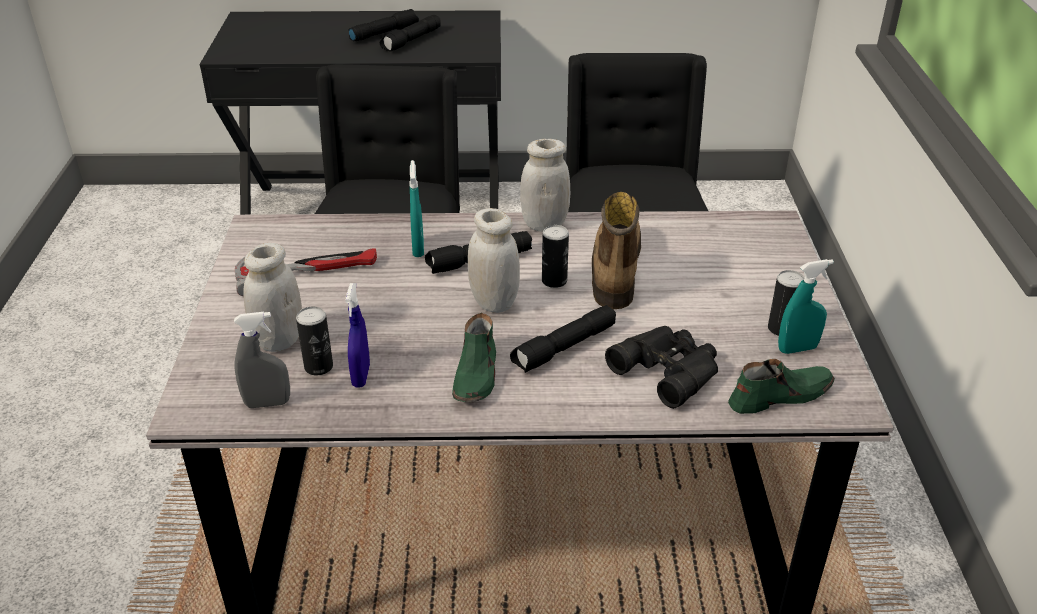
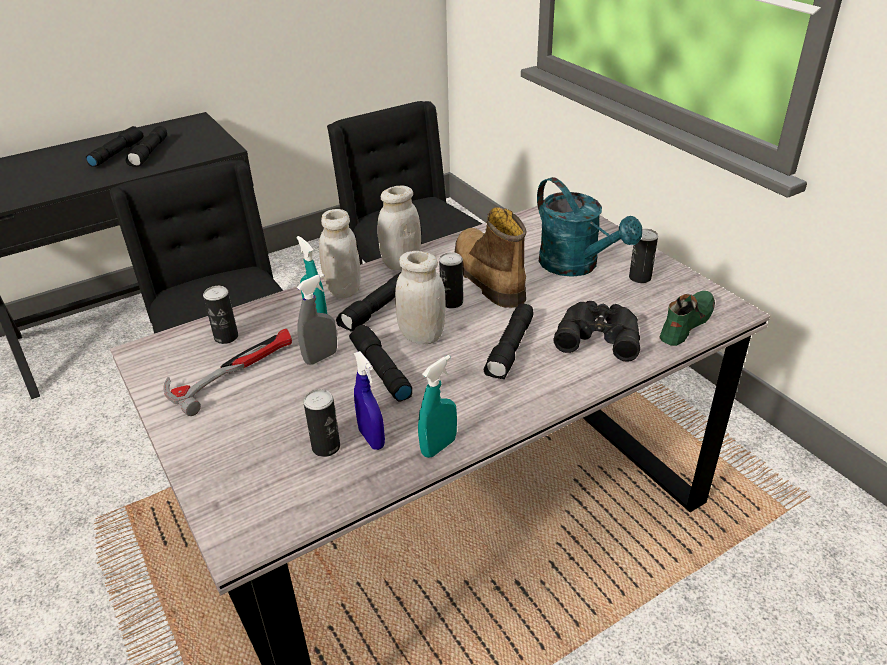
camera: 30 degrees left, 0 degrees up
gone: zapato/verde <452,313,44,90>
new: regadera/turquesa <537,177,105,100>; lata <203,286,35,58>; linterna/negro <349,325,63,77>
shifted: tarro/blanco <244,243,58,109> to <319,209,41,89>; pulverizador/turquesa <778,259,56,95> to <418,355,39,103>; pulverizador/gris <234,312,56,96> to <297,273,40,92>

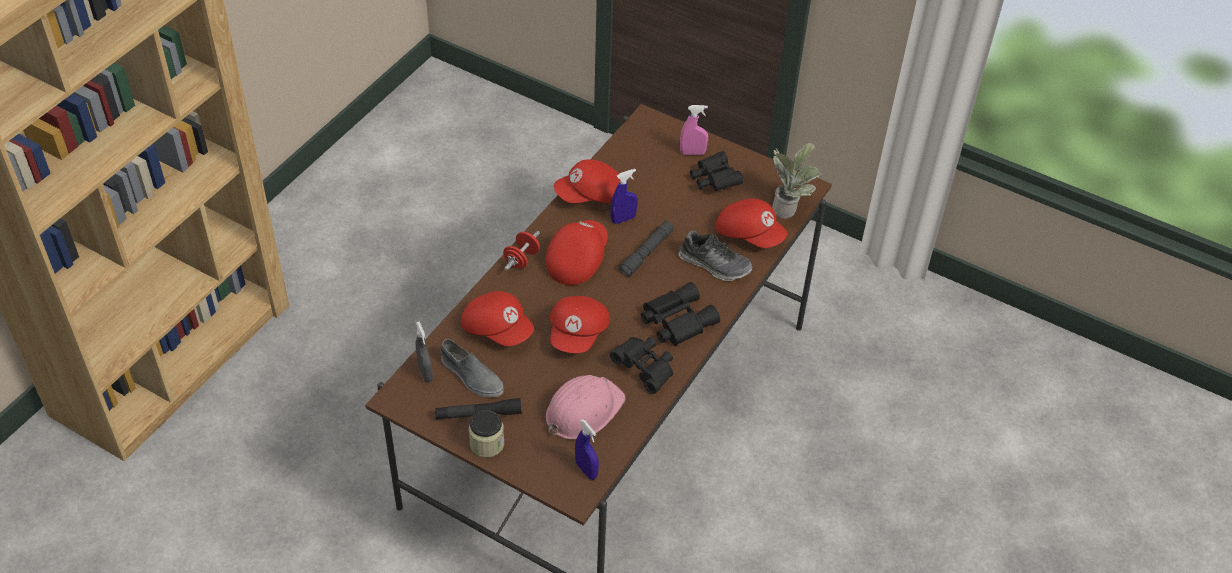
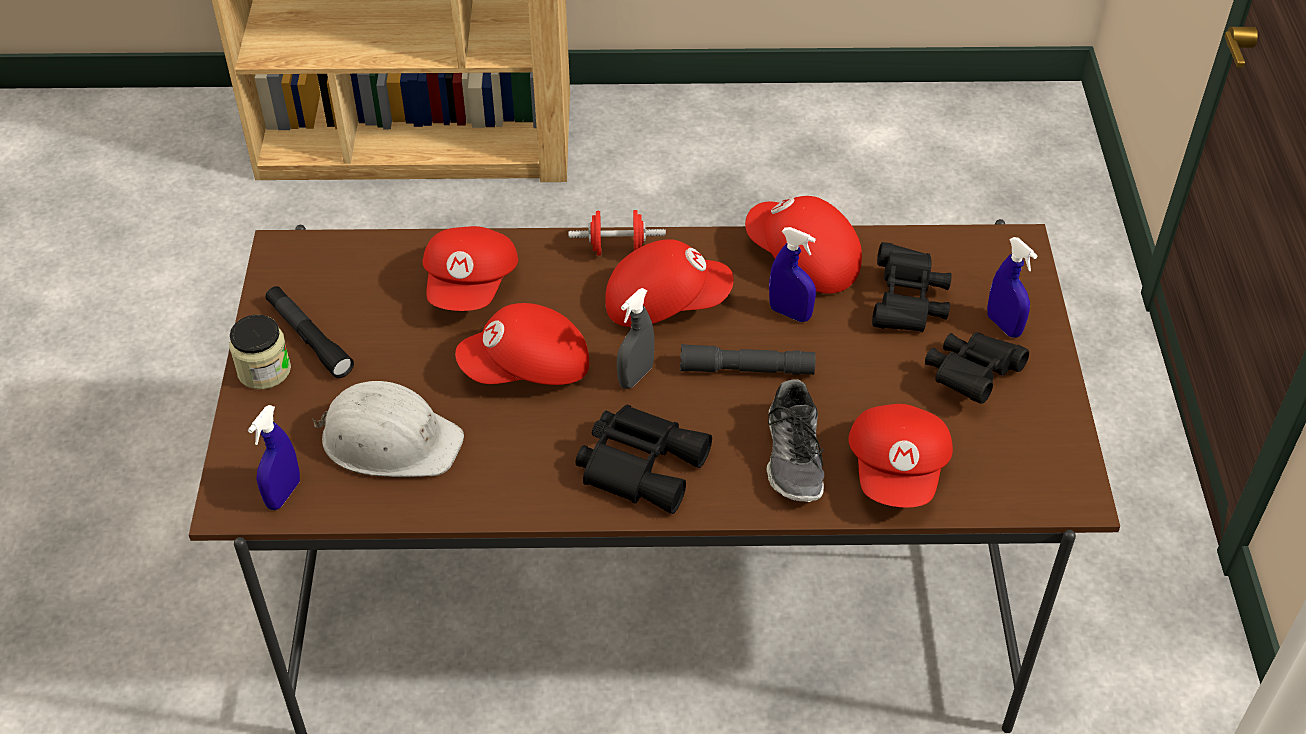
camera: 60 degrees right, 0 degrees up
gone: planta en maceta <772,143,50,76>; zapato/gris <440,339,64,59>
shifted: pulverizador/gris <416,321,17,62> to <617,288,37,101>; prismáticos/negro <610,337,63,57> to <872,242,80,90>
repainted: pulverizador/rosa <680,105,28,50> to pulverizador/azul <987,237,50,101>; casco/rosa <546,375,80,65> to casco/blanco <311,381,153,96>

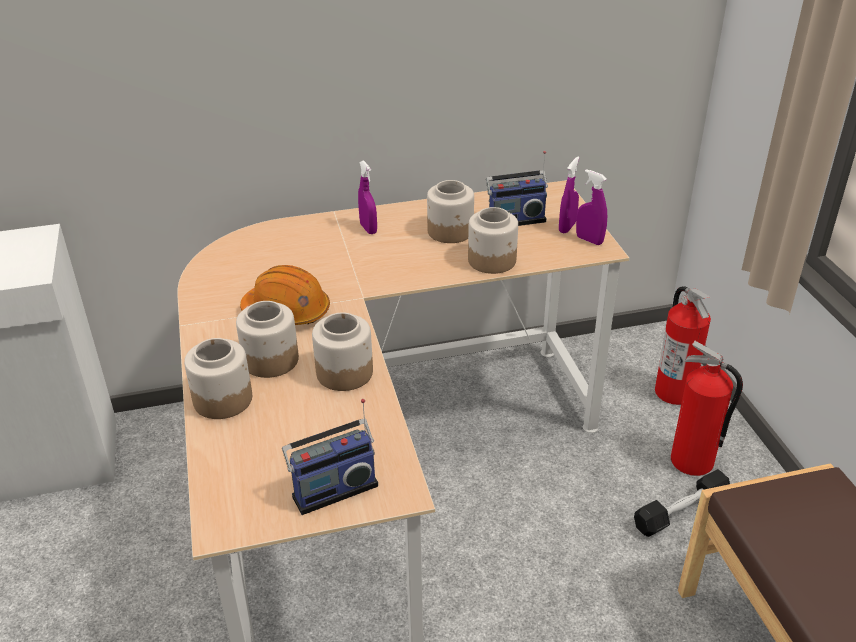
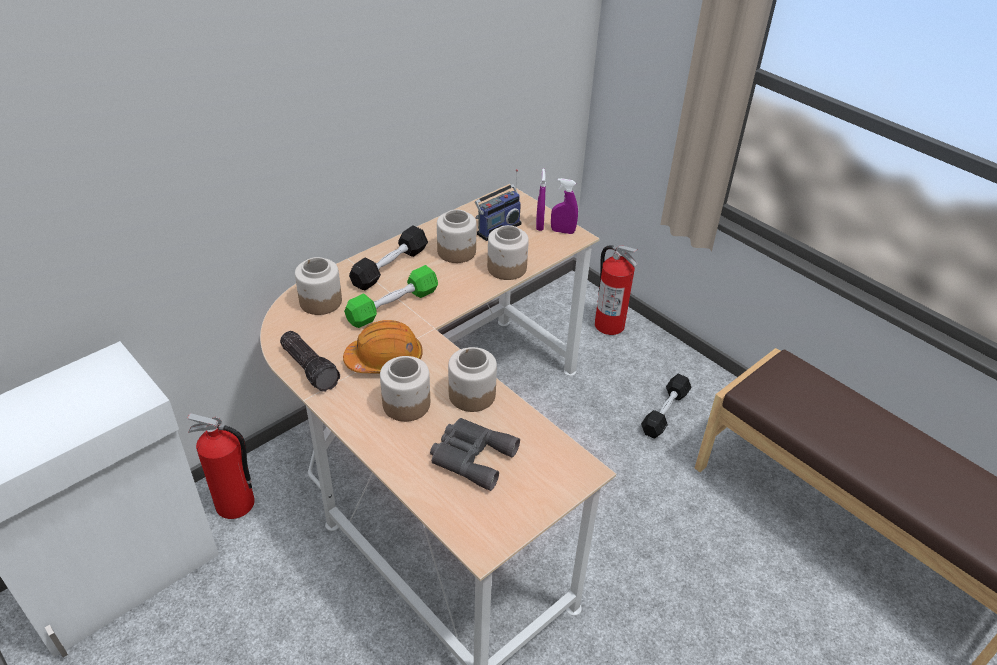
camera: 30 degrees left, 5 degrees up
gone: radio <282,399,96,116>
new: mancuerna/verde <344,265,94,63>; linterna <280,331,60,61>; prismáticos/gris <430,418,90,73>
shifted: tarro <184,338,68,81> to <295,257,47,58>; extintor <671,341,72,135> to <187,413,68,106>
swapped: pulverizador/morado <358,161,19,73> to mancuerna/negro <349,225,79,65>

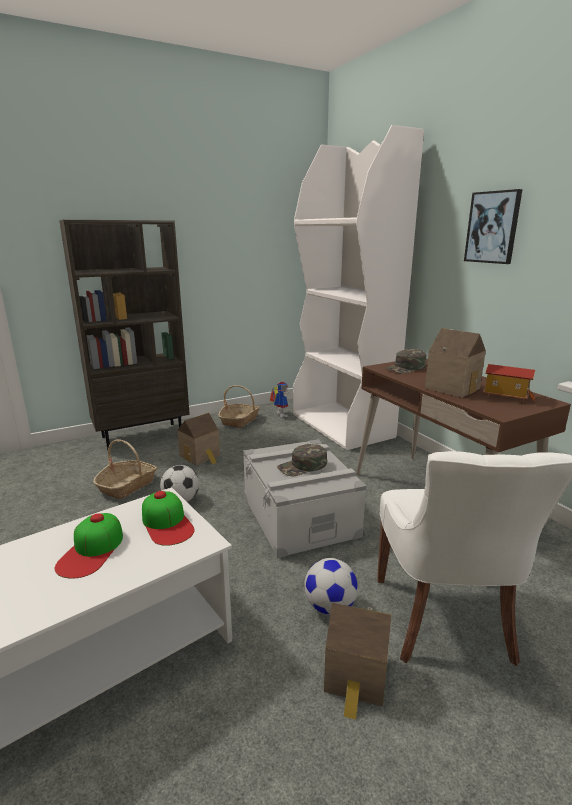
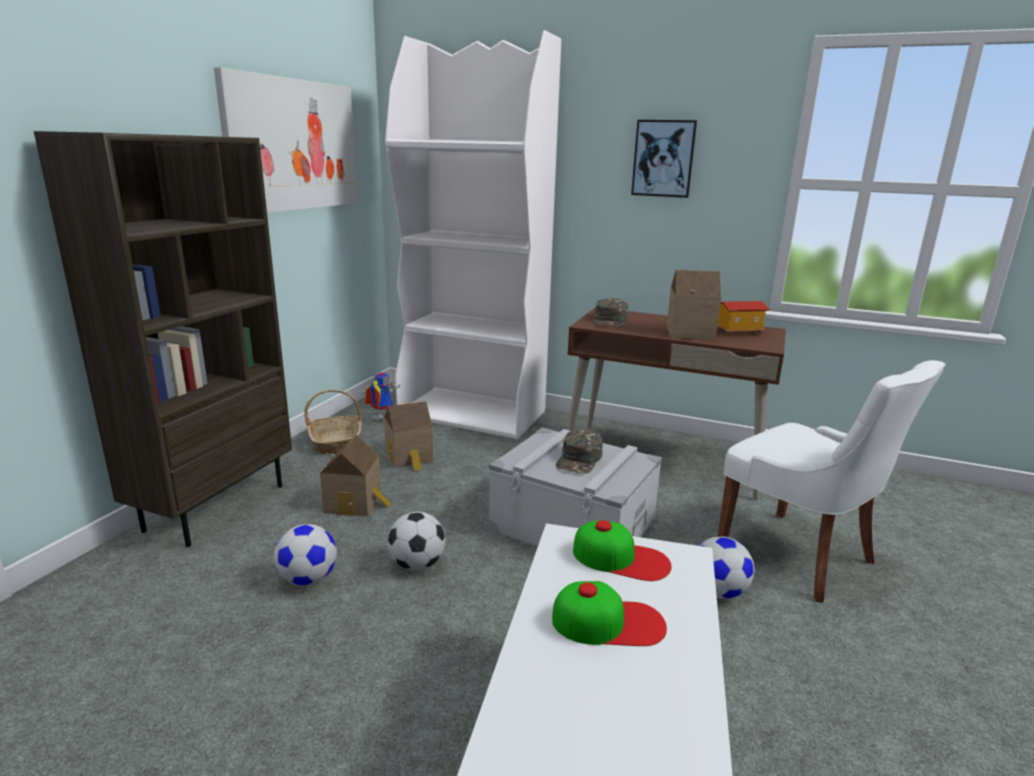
camera: 40 degrees left, 0 degrees up
new: cuadro <214,67,143,146>
shifted: casita <324,603,67,117> to <384,401,49,70>
swapped: cesta <93,439,64,61> to balón de fútbol <274,524,63,62>
rotated: gorra <55,513,68,66> = <552,581,115,65> 60 degrees counterclockwise

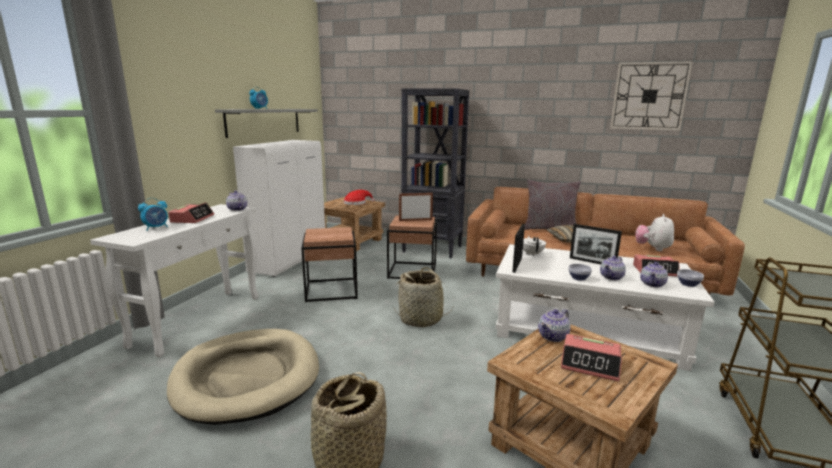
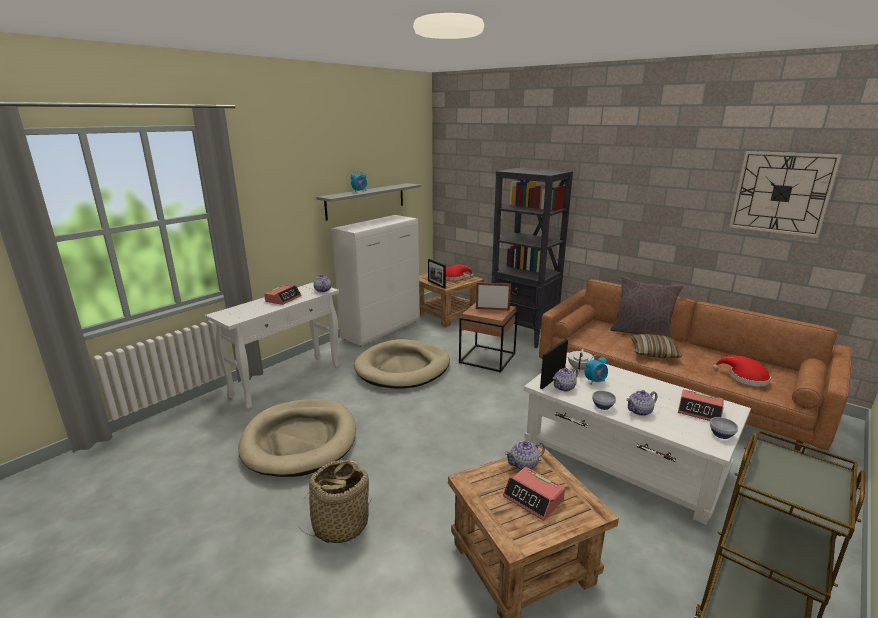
camera: 20 degrees right, 5 degrees up
gone: cesta <394,267,59,60>
shifted: despertador <138,198,30,33> to <585,355,23,30>; portarretratos <570,224,52,40> to <428,259,18,29>; tetera <640,262,28,26> to <552,368,26,24>
swapped: peluche <635,214,39,37> to sombrero/rojo <713,355,58,31>; mesa auxiliar/marrón <301,227,57,75> to cama para perro/beis <354,339,96,49>

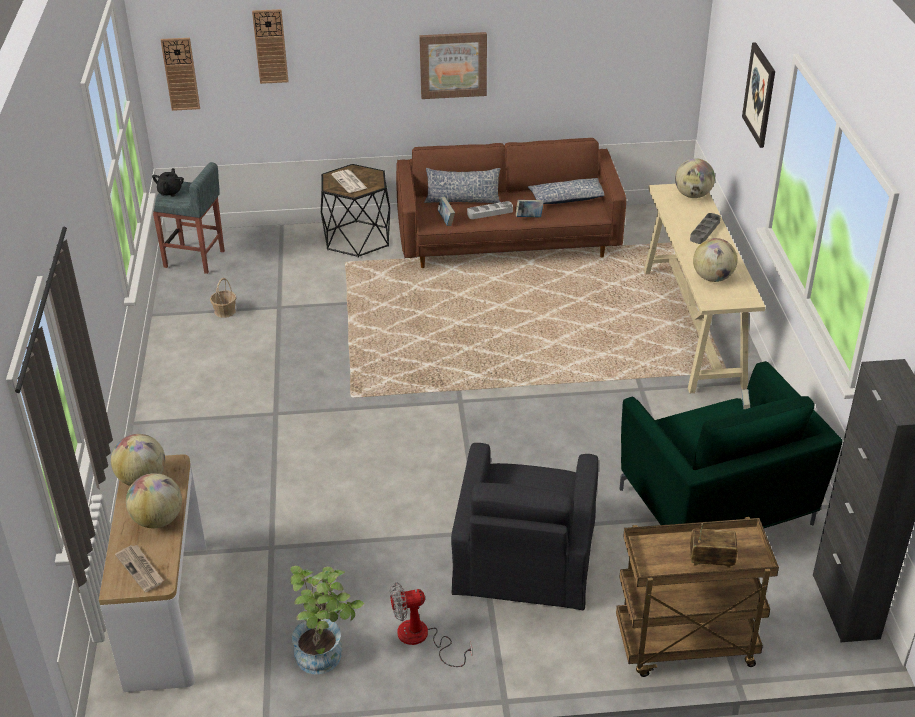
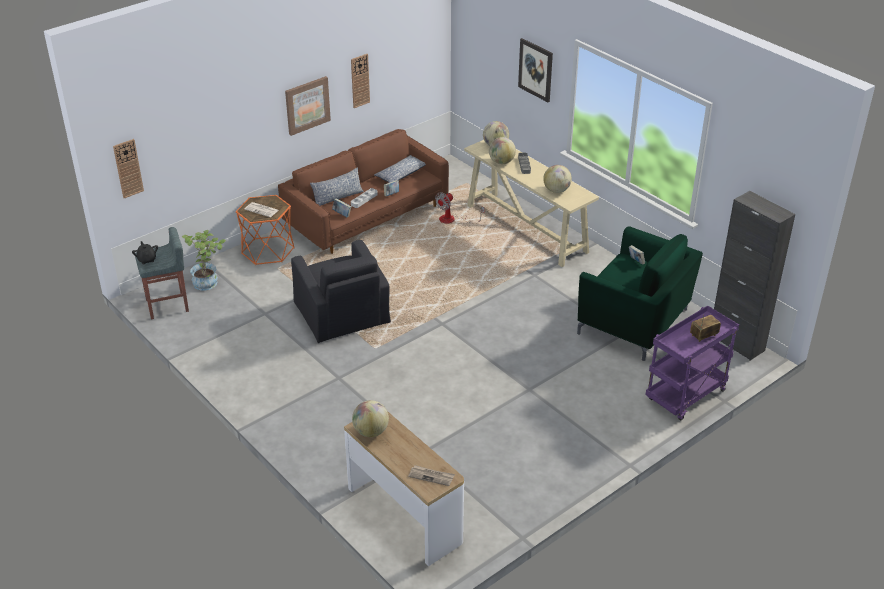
camera: 35 degrees left, 0 degrees up
gone: cesta <210,278,26,40>
shifted: reloj de pared <252,9,37,75> to <351,54,19,54>; sillón/negro <451,443,148,167> to <291,240,100,103>; globo terráqueo <126,473,56,55> to <489,137,27,27>; planta en maceta <290,566,74,109> to <182,230,44,61>; ventilador <390,582,82,85> to <435,192,50,32>
repainted: mesa auxiliar/negro <321,164,69,94> to mesa auxiliar/naranja <236,195,58,70>; carrito/marrón <616,517,163,160> to carrito/morado <646,306,93,115>

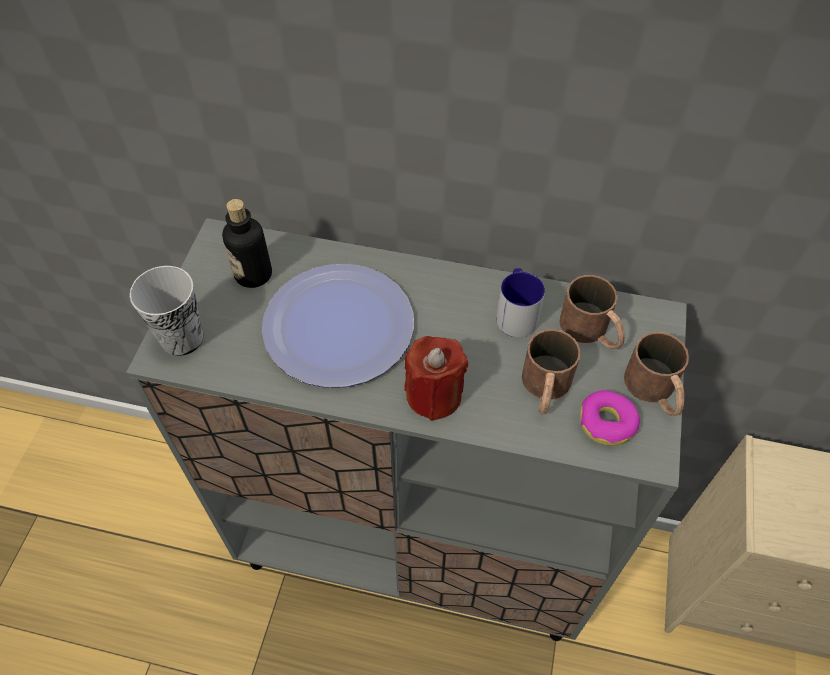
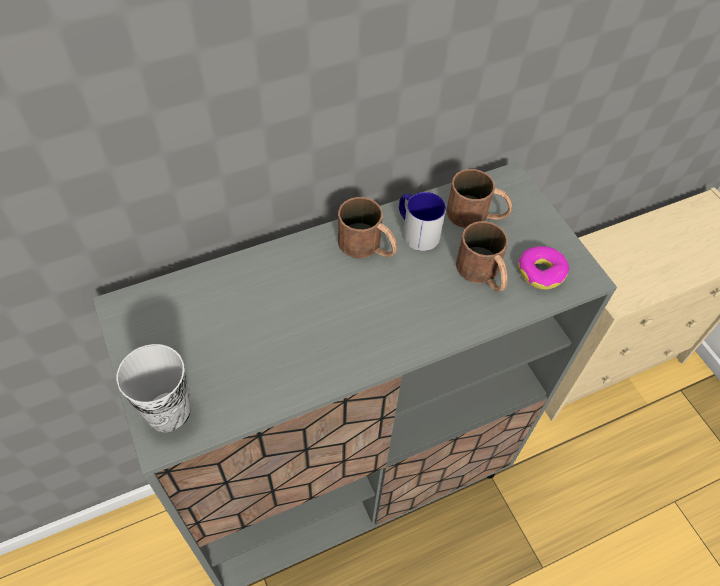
camera: 40 degrees left, 0 degrees up
gone: botella <222,199,50,89>; plato <262,264,152,124>; vela/rojo <405,336,63,85>
shifted: taza grande/marrón <624,332,65,84> to <338,197,59,61>

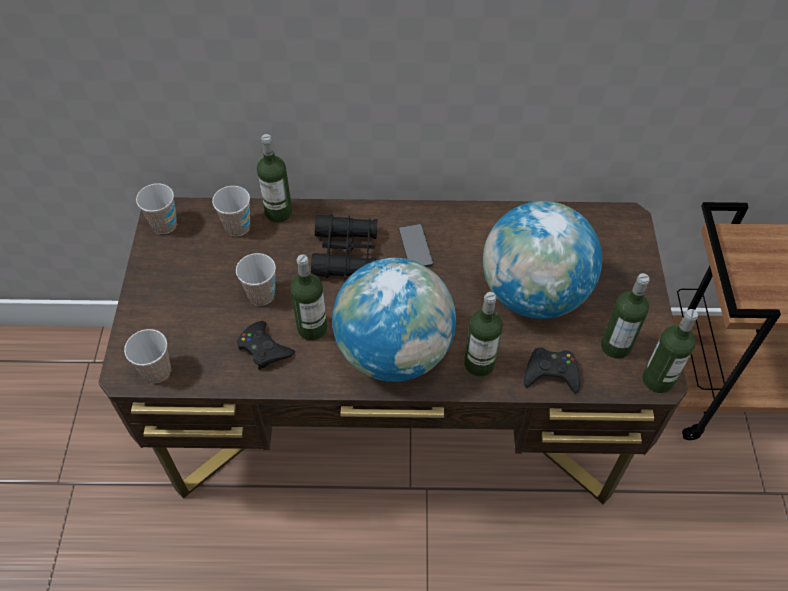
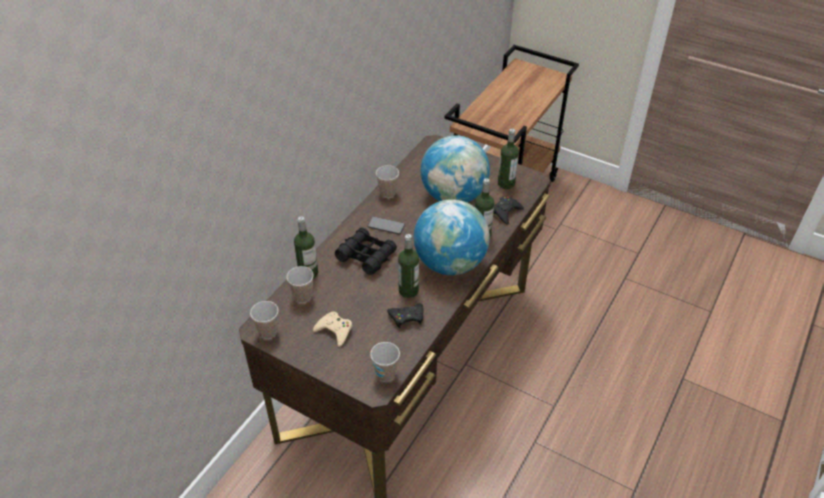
camera: 60 degrees left, 10 degrees down
gone: botella <642,309,56,84>
new: mando de consola/beis <313,312,39,35>
shifted: taza <236,253,40,53> to <376,165,23,33>

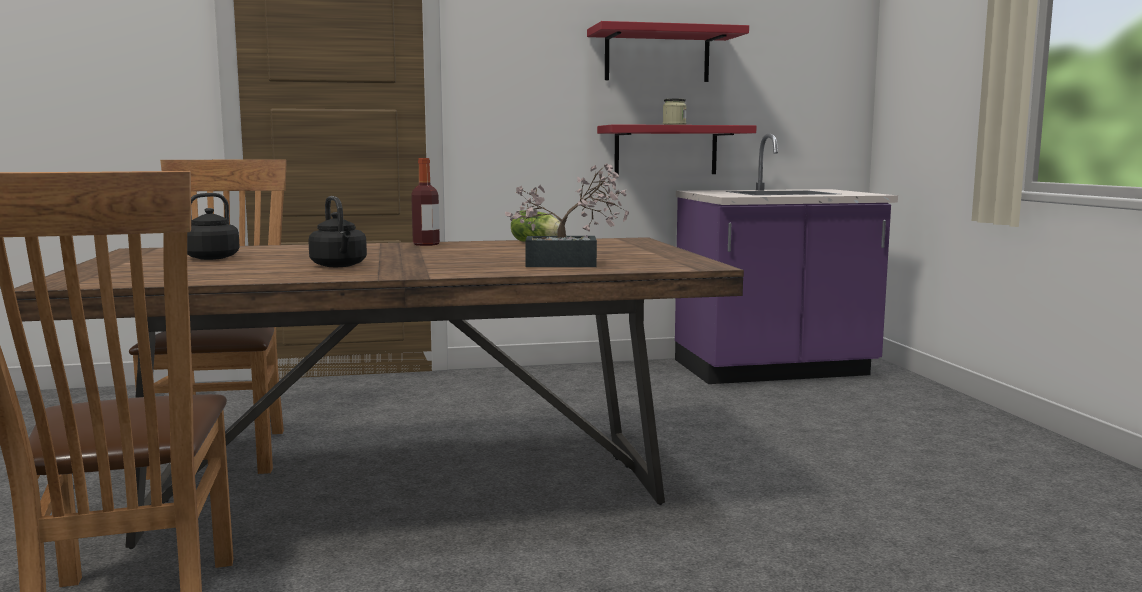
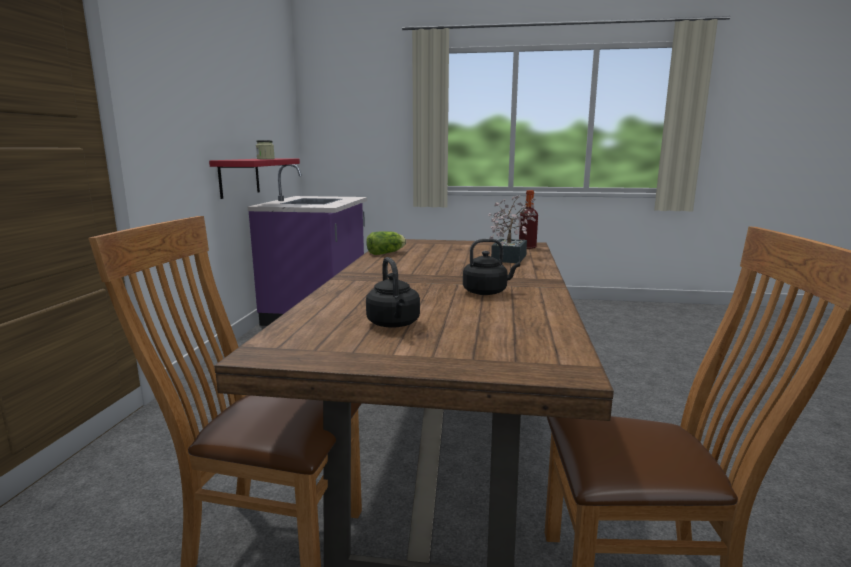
camera: 70 degrees left, 5 degrees up
gone: estante/rojo <587,21,162,61>
shifted: botella <411,158,29,88> to <519,190,19,59>

